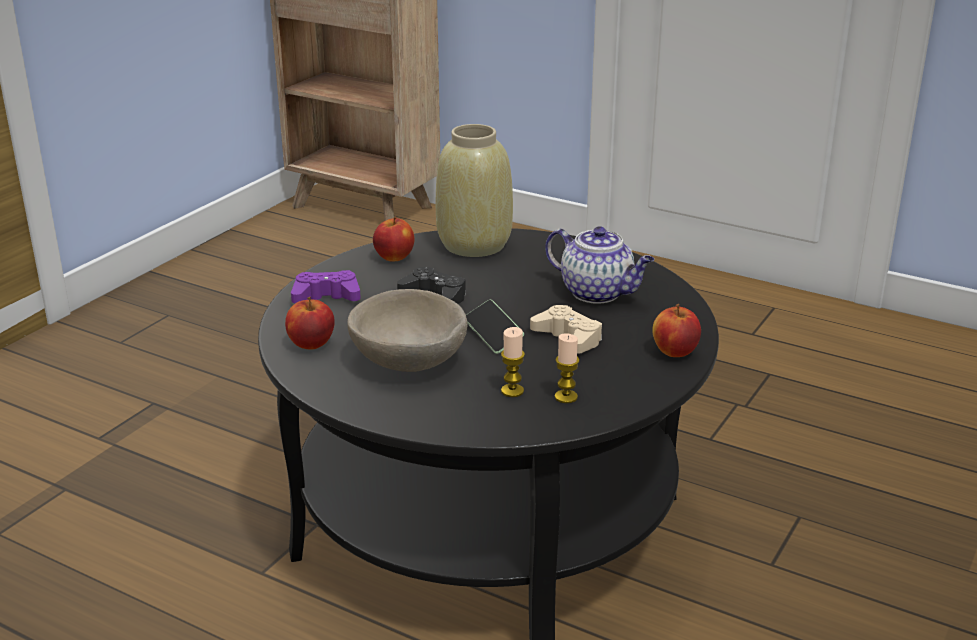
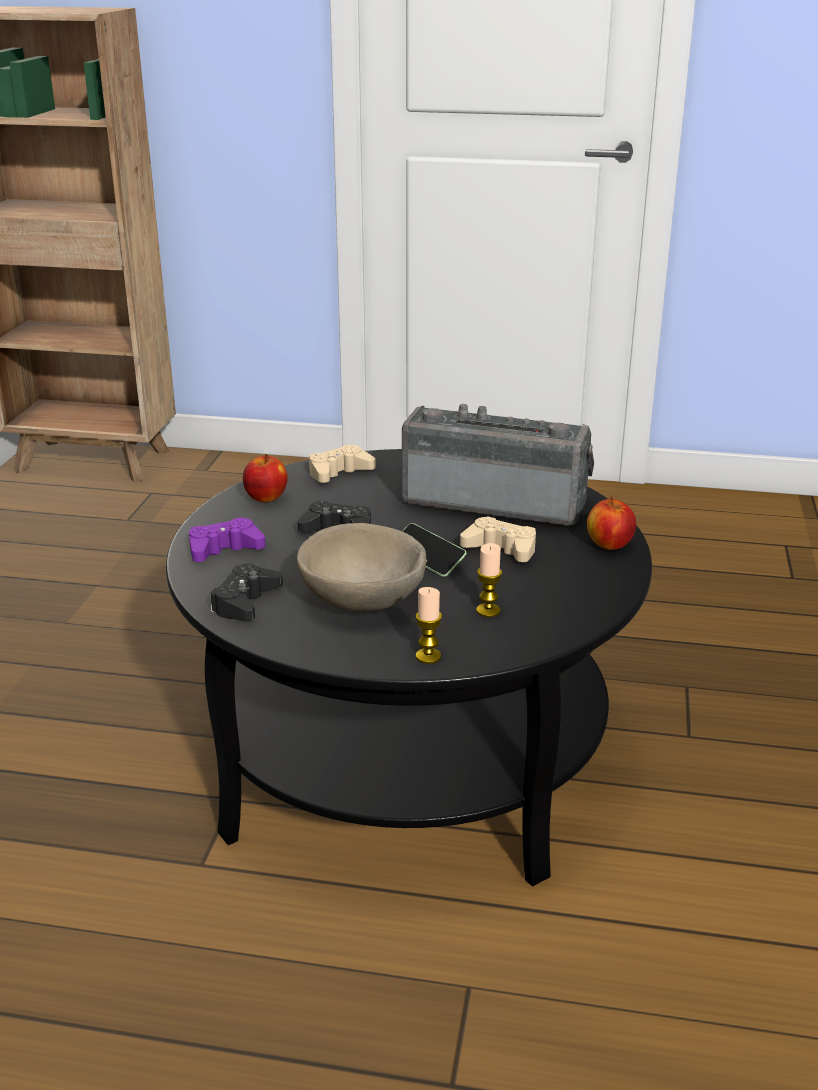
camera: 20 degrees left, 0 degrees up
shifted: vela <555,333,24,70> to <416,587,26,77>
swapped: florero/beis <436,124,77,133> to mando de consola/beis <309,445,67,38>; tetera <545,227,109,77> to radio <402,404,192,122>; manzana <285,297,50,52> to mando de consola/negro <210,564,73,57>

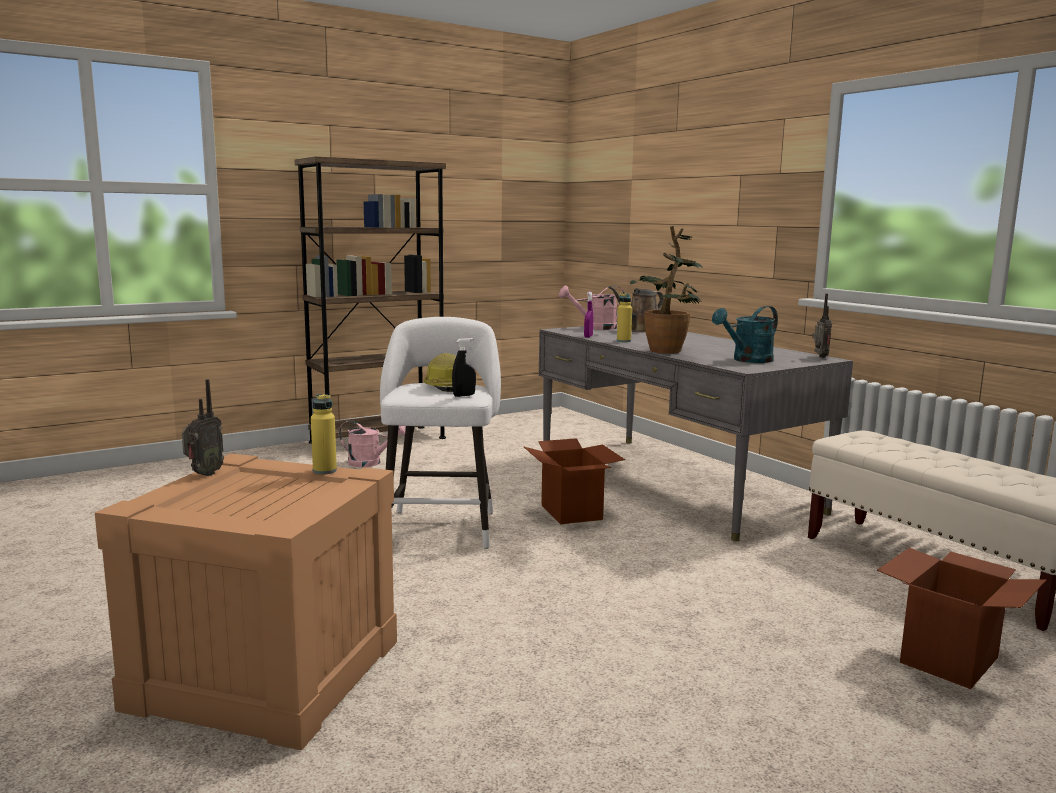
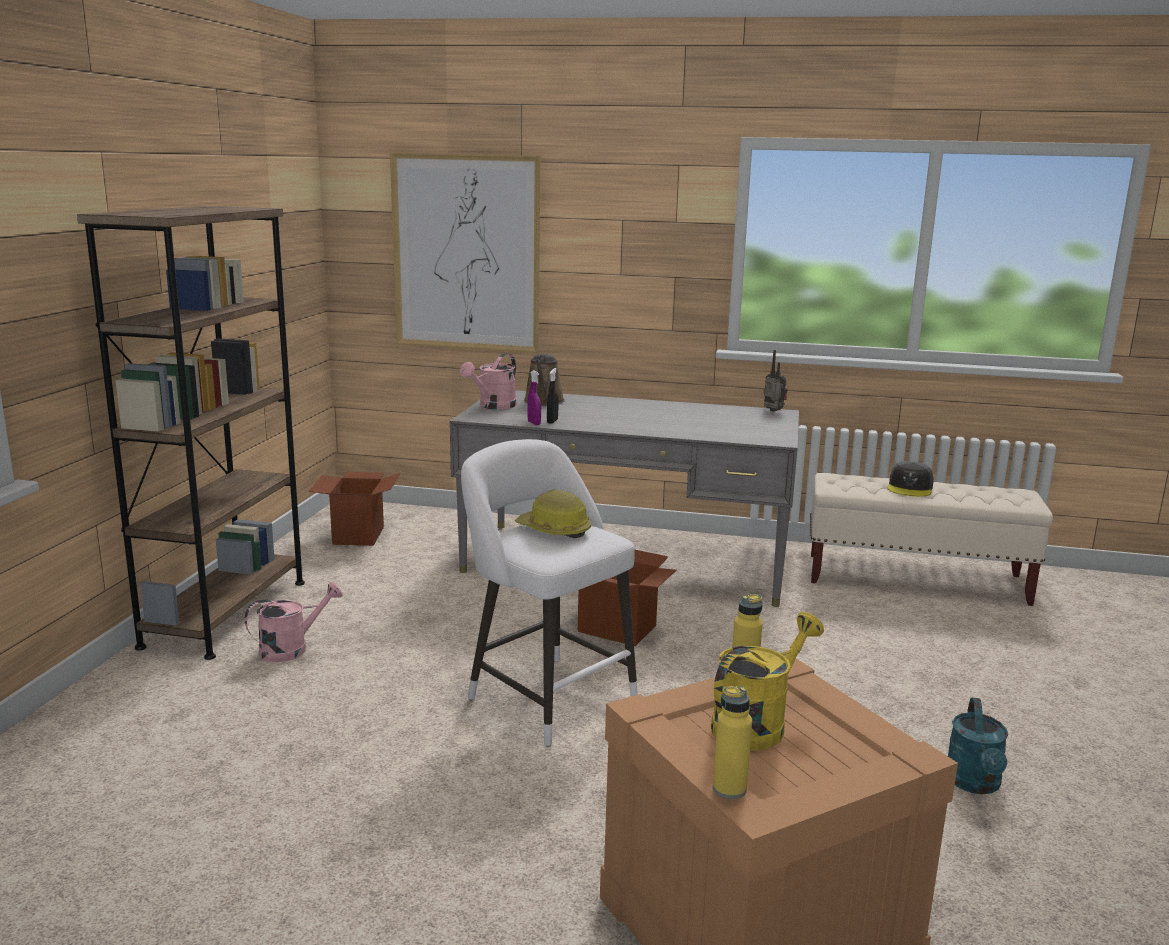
camera: 45 degrees left, 5 degrees up
gone: planta en maceta <630,226,73,128>; radio <182,379,42,97>
new: cuadro <390,152,150,201>; gorra/gris <887,461,47,36>; regadera/amarillo <711,612,113,139>
shifted: botella/amarillo <617,293,15,49> to <713,686,39,113>; regadera/turquesa <712,306,66,57> to <948,697,60,97>; pulverizador/negro <452,338,24,59> to <547,368,11,55>; caja de cartón <877,548,169,141> to <309,472,91,74>

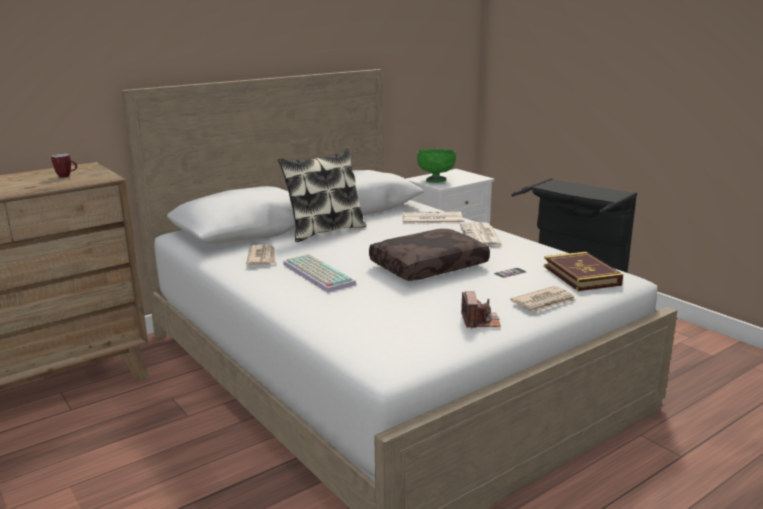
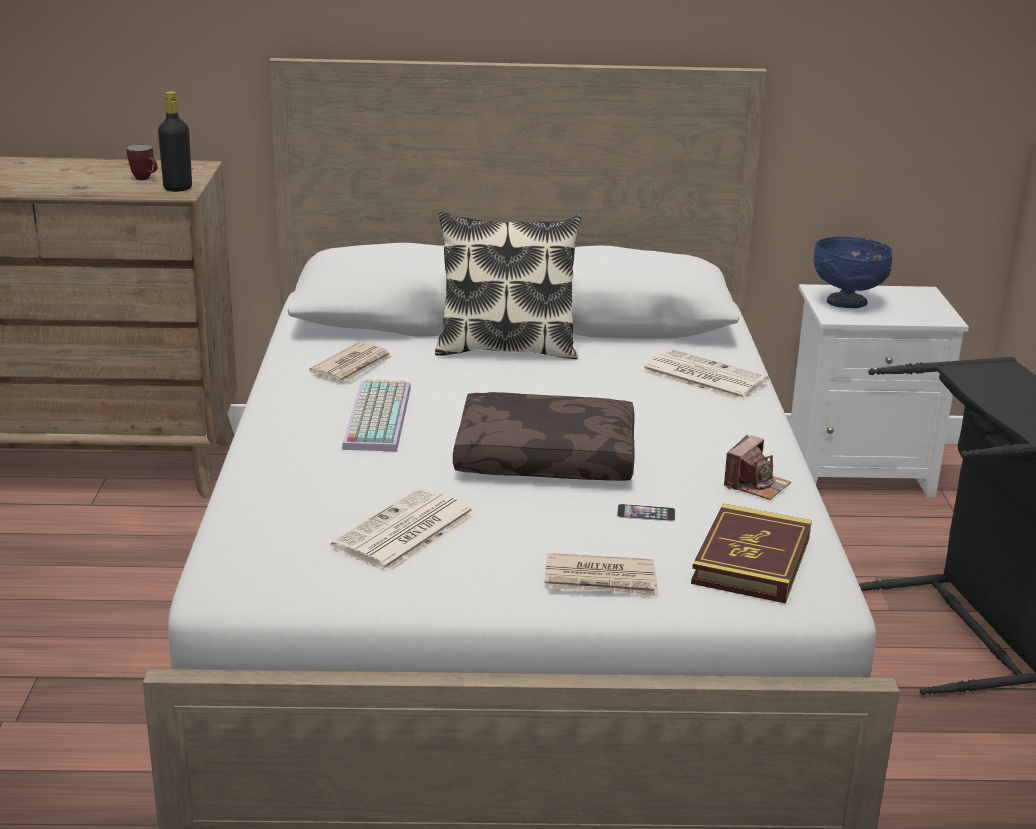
camera: 35 degrees right, 5 degrees up
new: botella/negro <158,91,34,101>
shifted: periódico <460,222,43,25> to <331,488,145,85>; cámara <461,291,40,37> to <724,435,67,65>
repainted: cuenco/verde <417,149,39,34> to cuenco/azul <814,236,79,72>

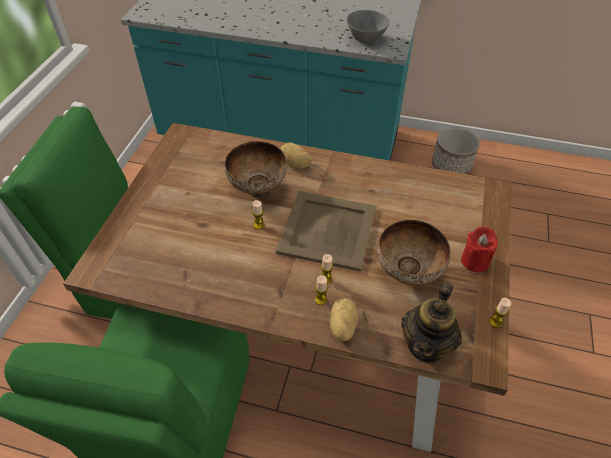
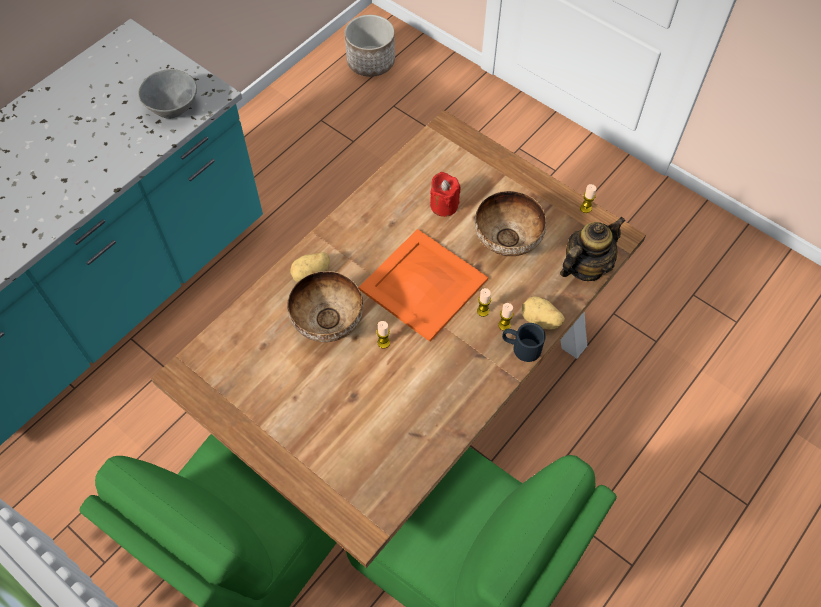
camera: 65 degrees left, 10 degrees up
new: taza grande/negro <502,323,44,39>
shifted: maceta <432,127,48,47> to <345,15,50,62>; vela/rojo <461,227,37,45> to <430,172,30,45>
repainted: bandeja/beis <276,191,100,81> to bandeja/naranja <359,229,129,113>
rotated: tetera <401,282,61,81> = <560,217,66,64> 90 degrees counterclockwise

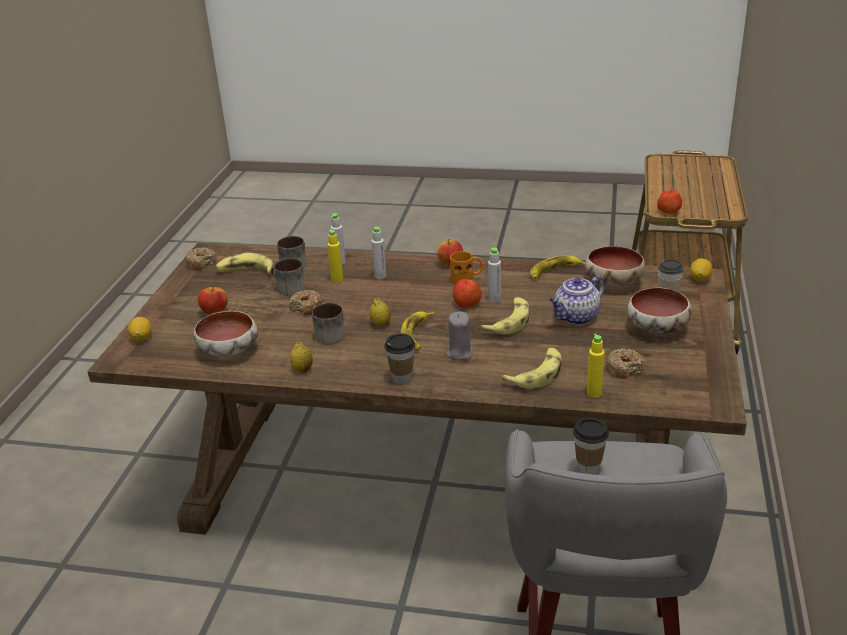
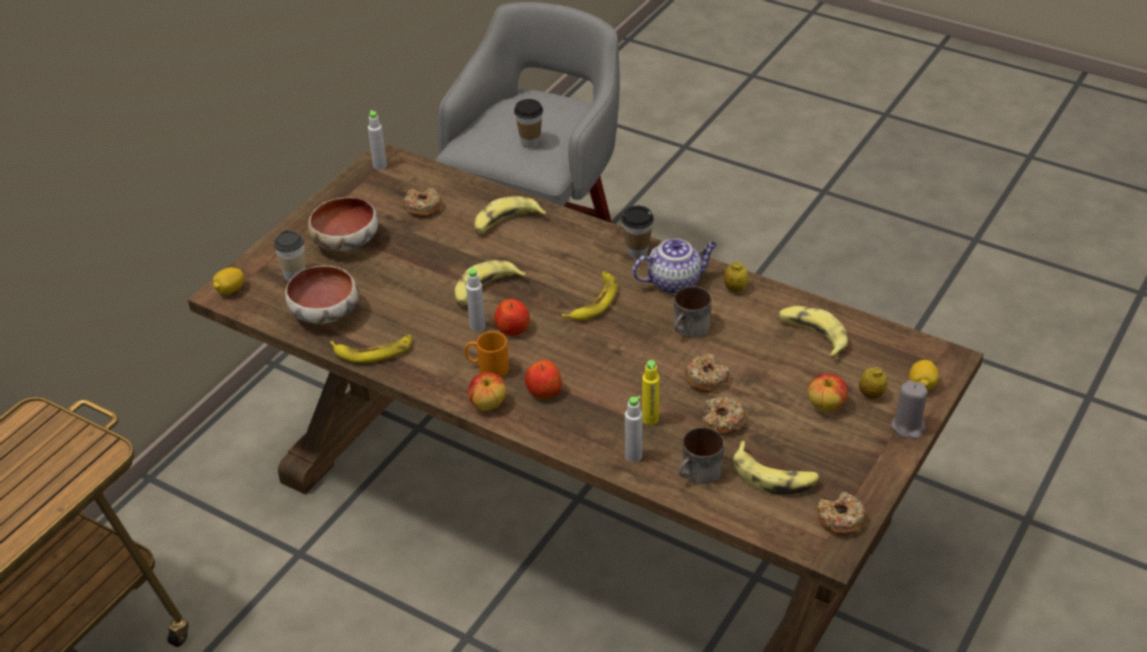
camera: 160 degrees left, 10 degrees up
gone: botella/amarillo <587,334,17,64>
shifted: manzana <657,189,25,25> to <525,360,37,39>; botella/gris <371,227,15,53> to <368,110,19,60>; tetera <549,275,56,50> to <632,238,85,56>; limón <370,298,21,28> to <859,367,28,32>; vela/gris <446,311,27,50> to <891,380,37,59>
swapped: taza grande <271,258,34,38> to rosquilla <702,397,44,38>; cuenco <193,311,65,45> to plátano <777,306,71,52>

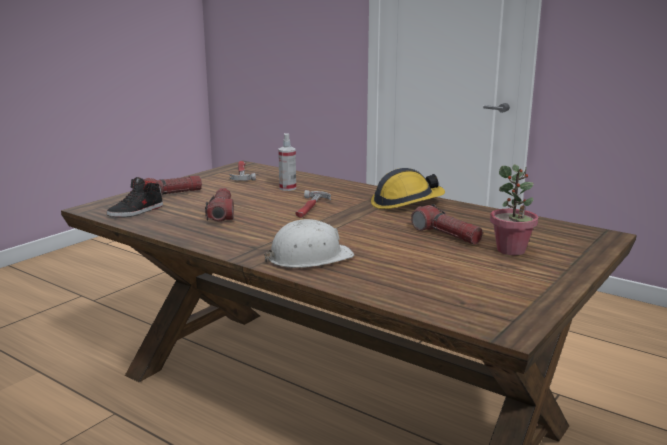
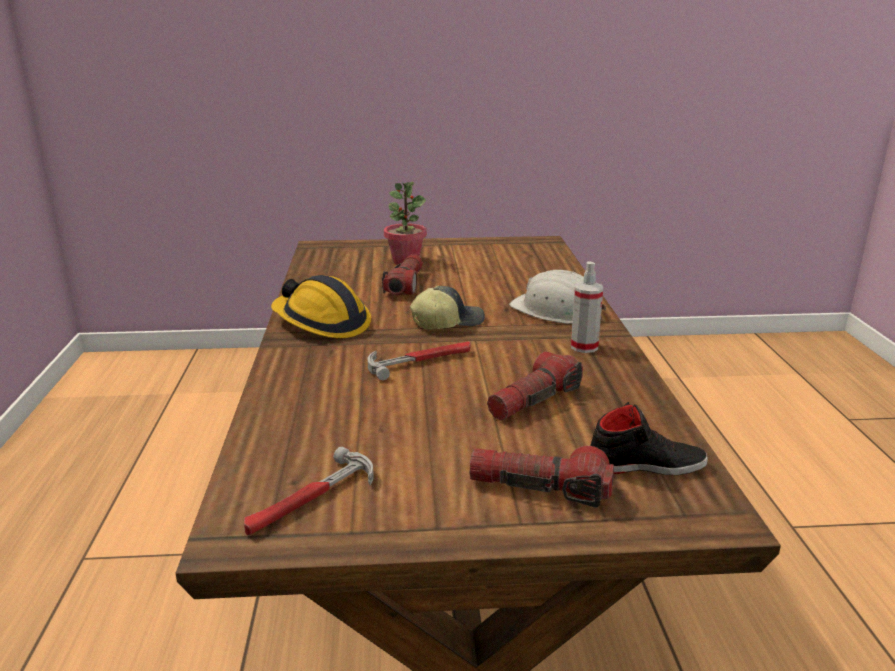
camera: 130 degrees left, 5 degrees up
new: gorra <410,286,75,43>
shifted: pulverizador <278,133,18,58> to <571,261,32,92>

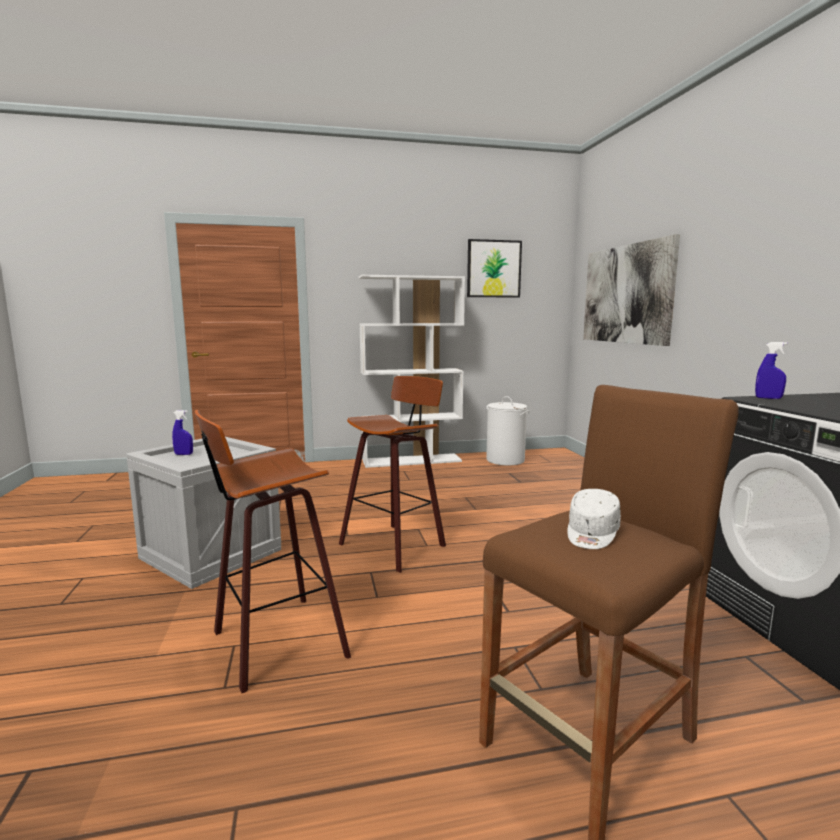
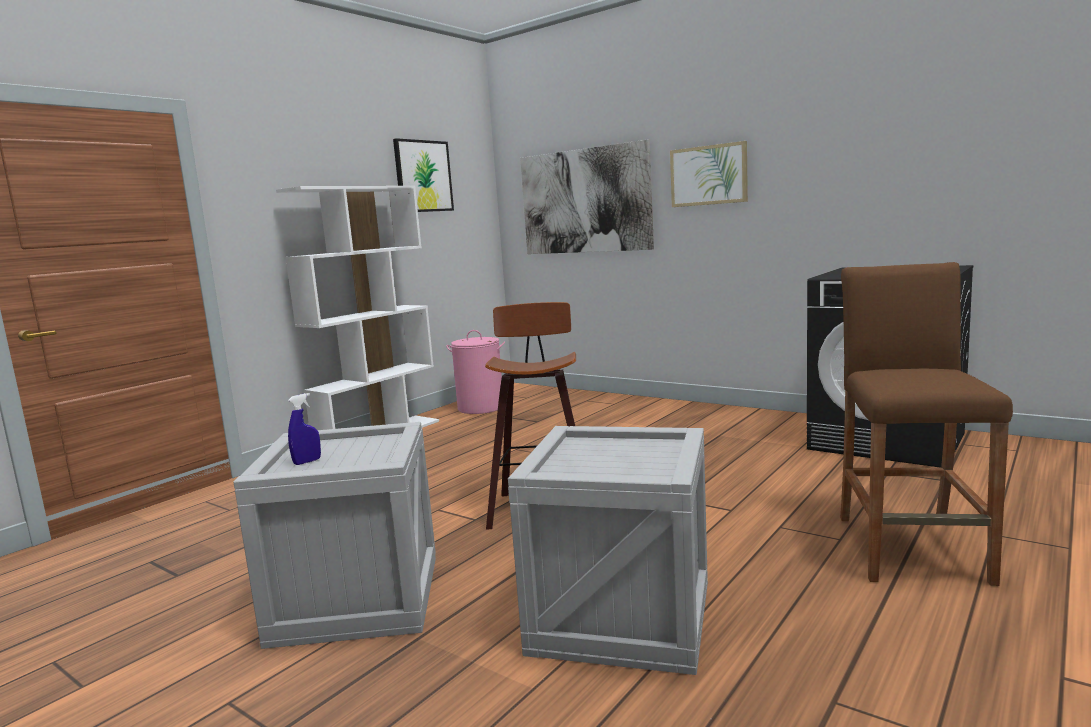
camera: 40 degrees left, 0 degrees up
gone: pulverizador/azul <755,342,32,57>; gorra/blanco <567,489,54,60>
new: cuadro <670,141,78,66>
swapped: taburete <195,410,156,283> to caja de embalaje <508,426,200,249>
repainted: cesto de la ropa/blanco <486,396,44,69> to cesto de la ropa/rosa <446,330,59,84>

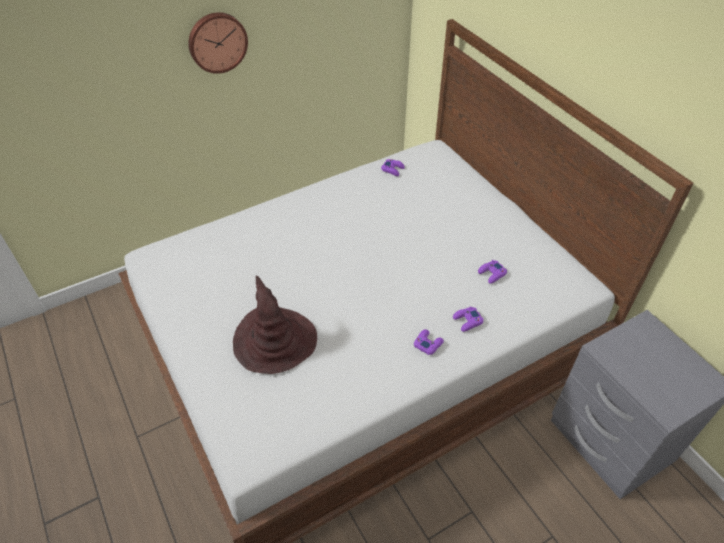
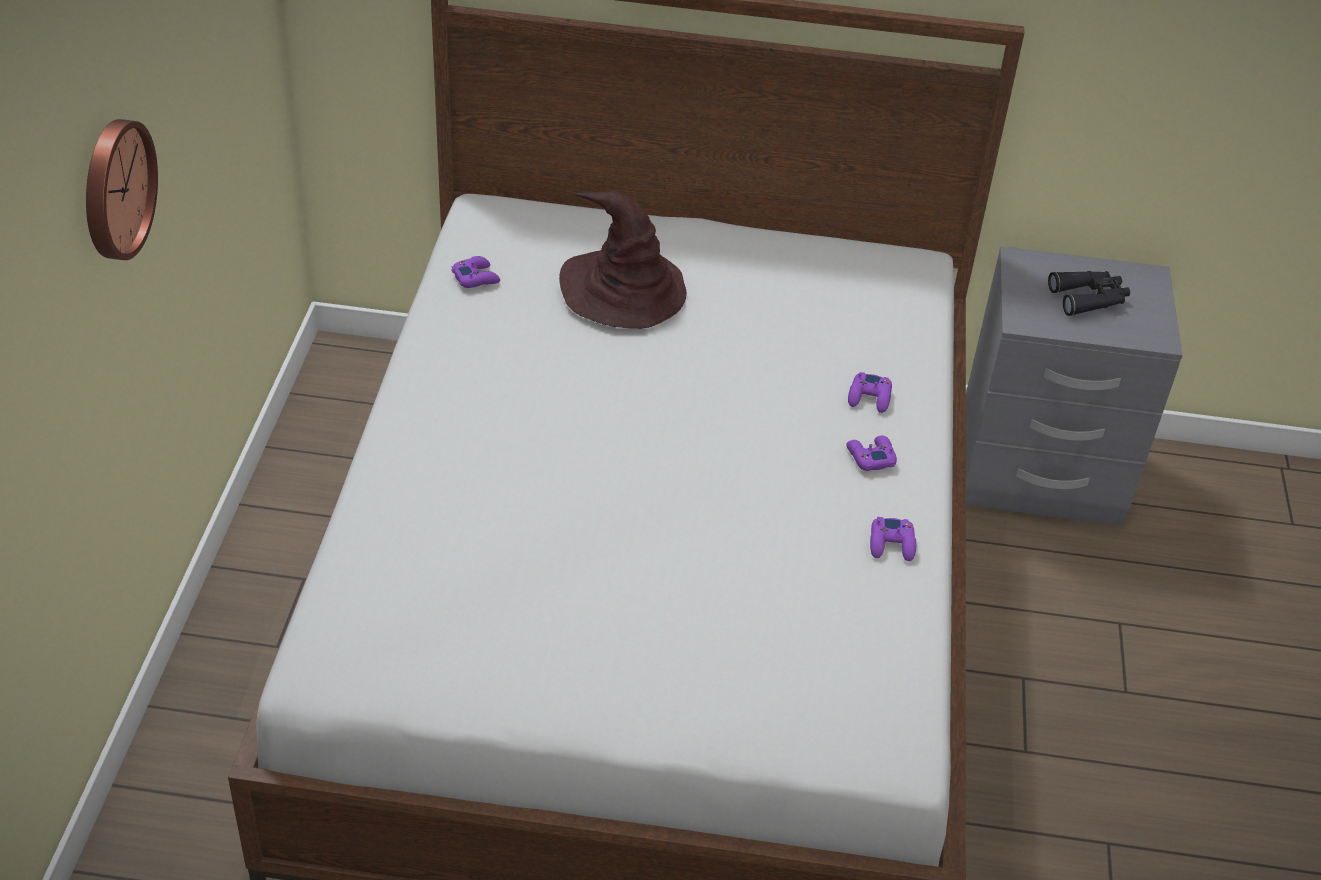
camera: 55 degrees left, 5 degrees down
new: prismáticos/negro <1048,271,82,45>
shifted: mando de consola/morado <478,260,29,24> to <870,517,46,44>; sombrero/marrón <233,276,84,98> to <559,191,128,138>

